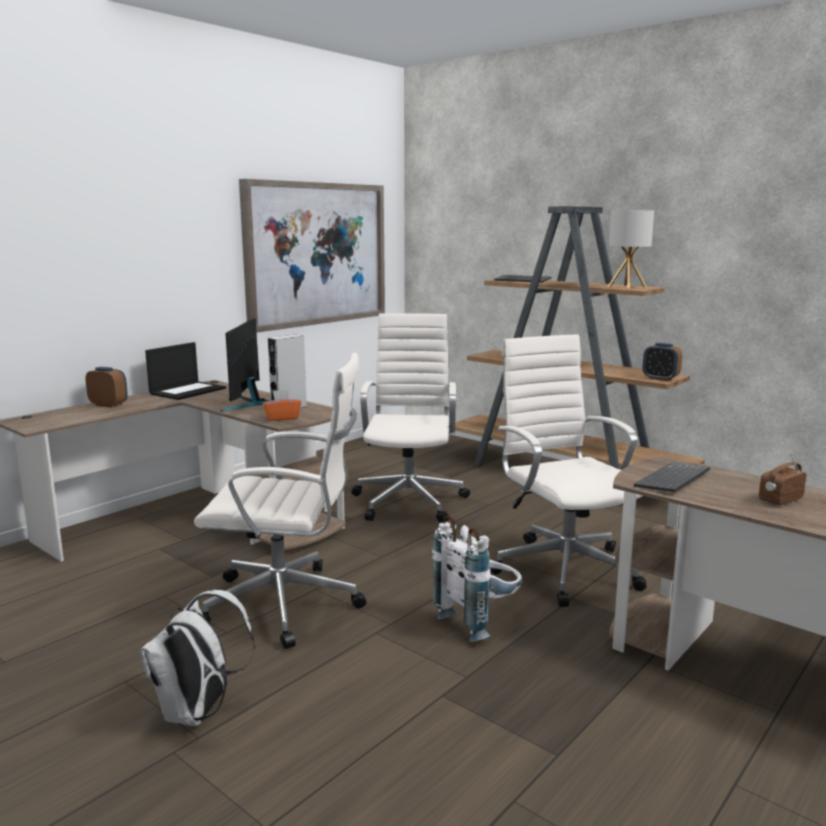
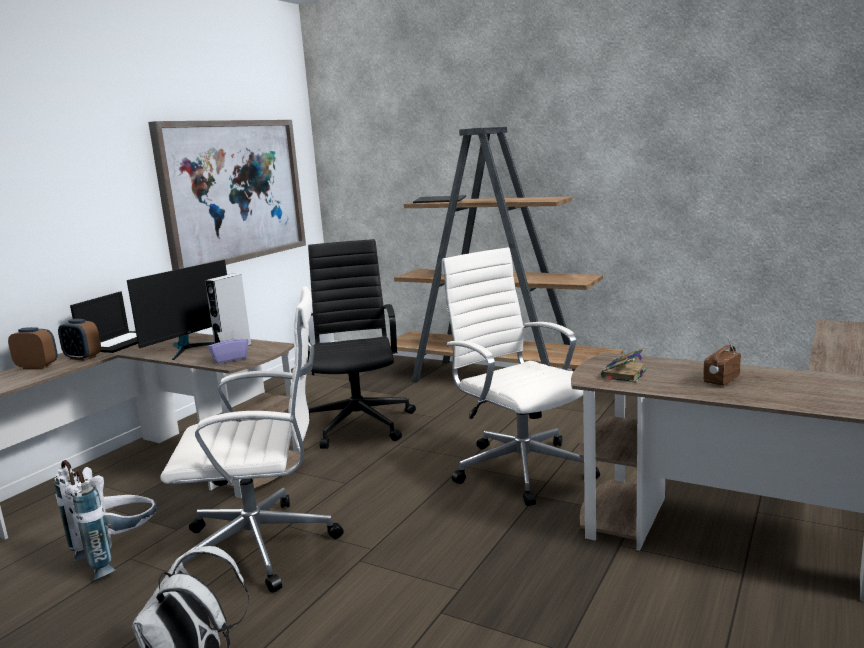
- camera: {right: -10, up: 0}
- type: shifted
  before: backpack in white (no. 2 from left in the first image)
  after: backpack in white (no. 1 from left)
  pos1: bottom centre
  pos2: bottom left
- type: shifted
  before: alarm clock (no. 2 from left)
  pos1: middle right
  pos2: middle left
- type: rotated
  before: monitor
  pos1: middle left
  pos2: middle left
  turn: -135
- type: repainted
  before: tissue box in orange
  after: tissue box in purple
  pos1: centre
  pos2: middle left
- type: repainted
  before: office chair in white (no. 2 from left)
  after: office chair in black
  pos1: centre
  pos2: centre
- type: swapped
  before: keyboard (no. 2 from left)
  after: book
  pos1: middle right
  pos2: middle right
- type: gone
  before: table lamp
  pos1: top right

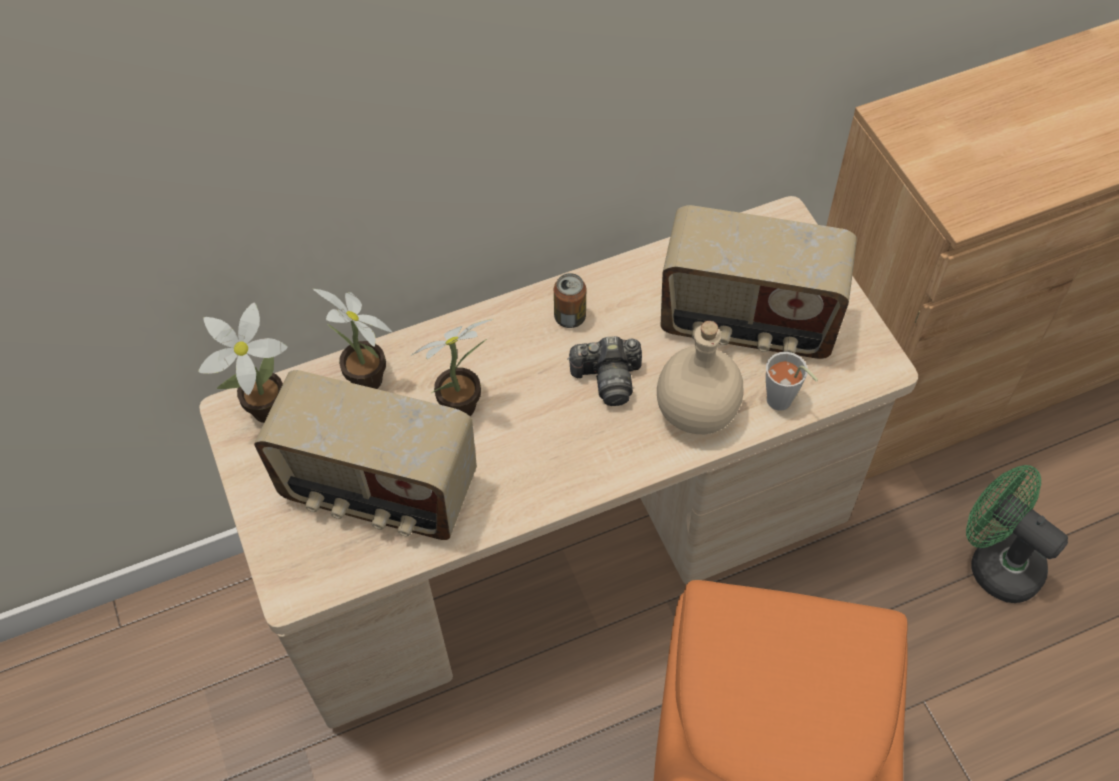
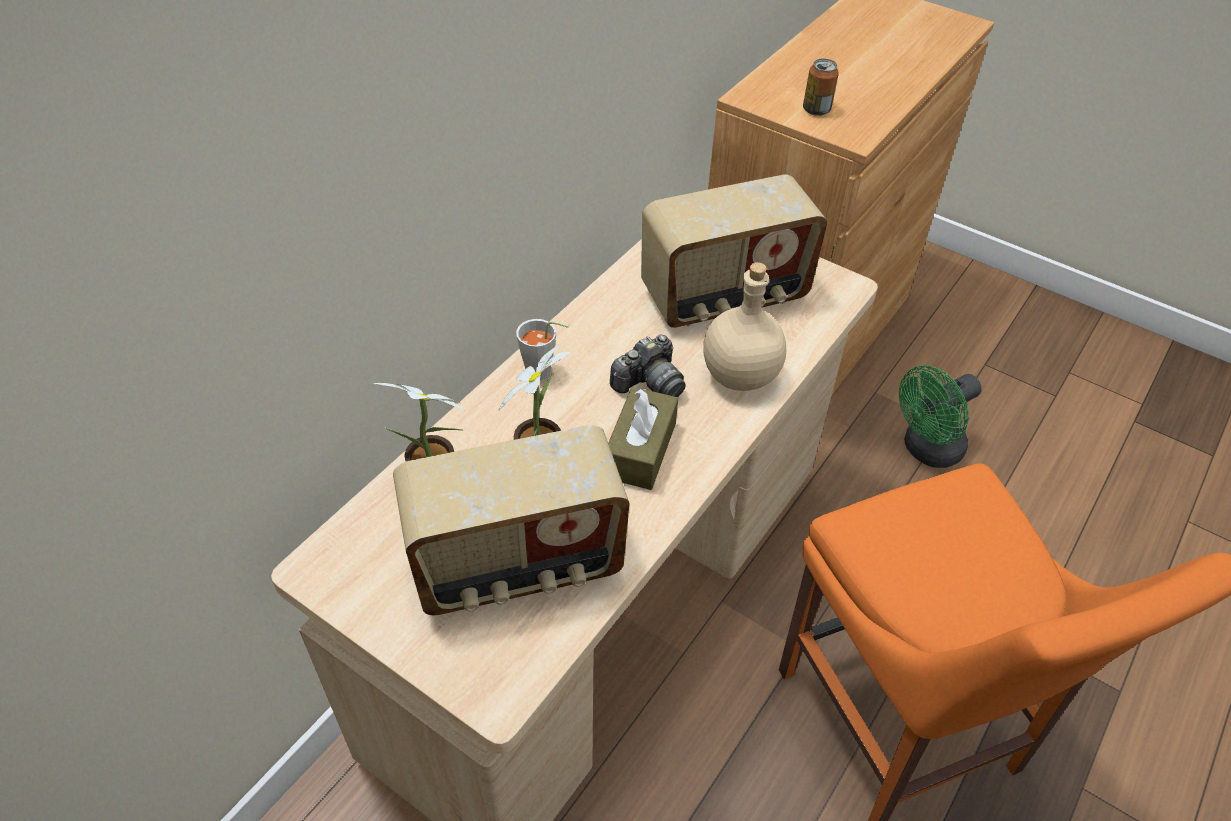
- camera: {right: -35, up: -10}
- type: shifted
  before: cup in grey
  pos1: middle right
  pos2: centre
- type: new
  after: tissue box in brown
  pos2: centre
- type: shifted
  before: can
  pos1: centre
  pos2: top right
- type: rotated
  before: fan in green
  pos1: bottom right
  pos2: middle right
  turn: -45
- type: gone
  before: potted plant (no. 1 from left)
  pos1: middle left

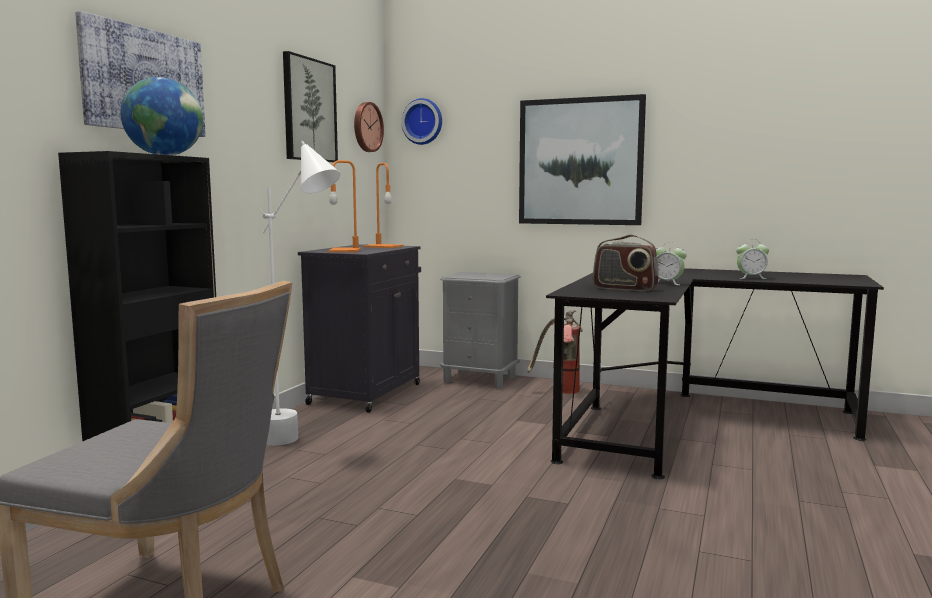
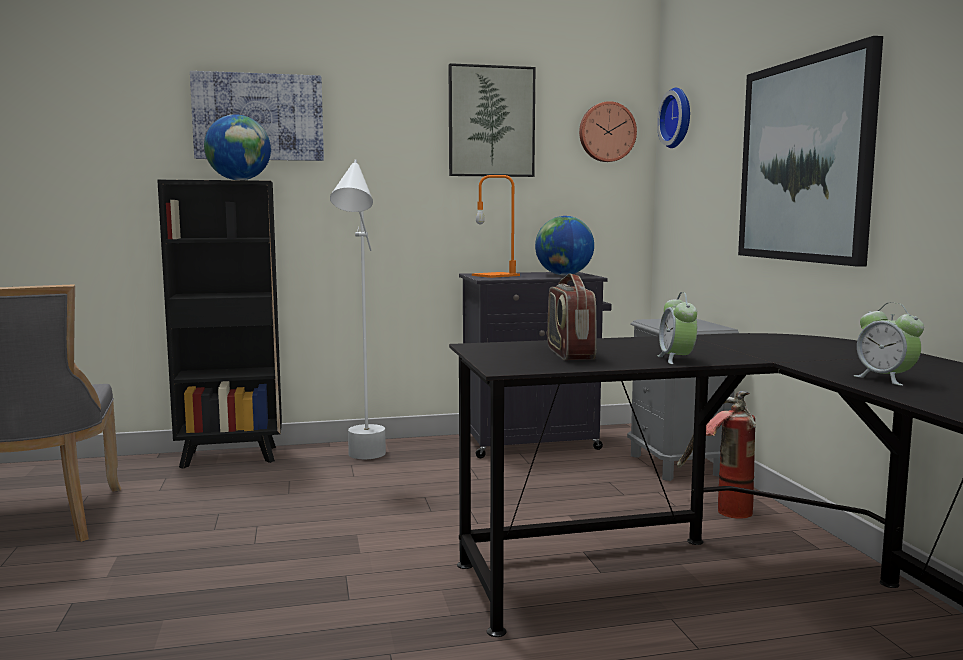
- camera: {right: 55, up: 0}
- type: swapped
  before: table lamp in orange (no. 2 from left)
  after: globe (no. 2 from left)
  pos1: centre
  pos2: centre

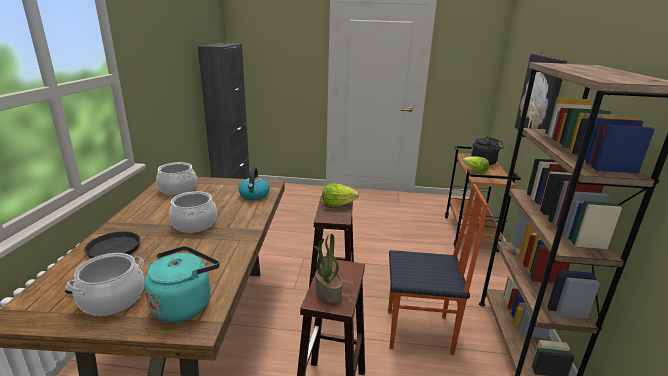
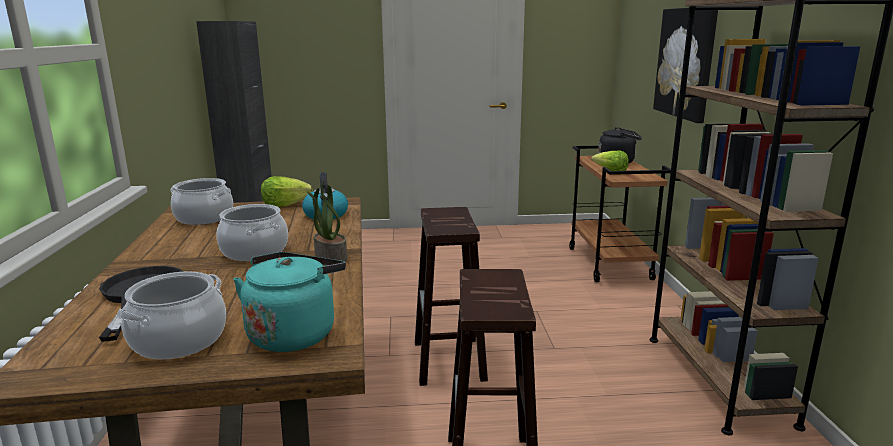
- camera: {right: -10, up: -5}
- type: shifted
  before: lettuce (no. 1 from left)
  pos1: centre
  pos2: middle left
- type: shifted
  before: potted plant
  pos1: bottom centre
  pos2: centre
- type: gone
  before: chair
  pos1: bottom centre

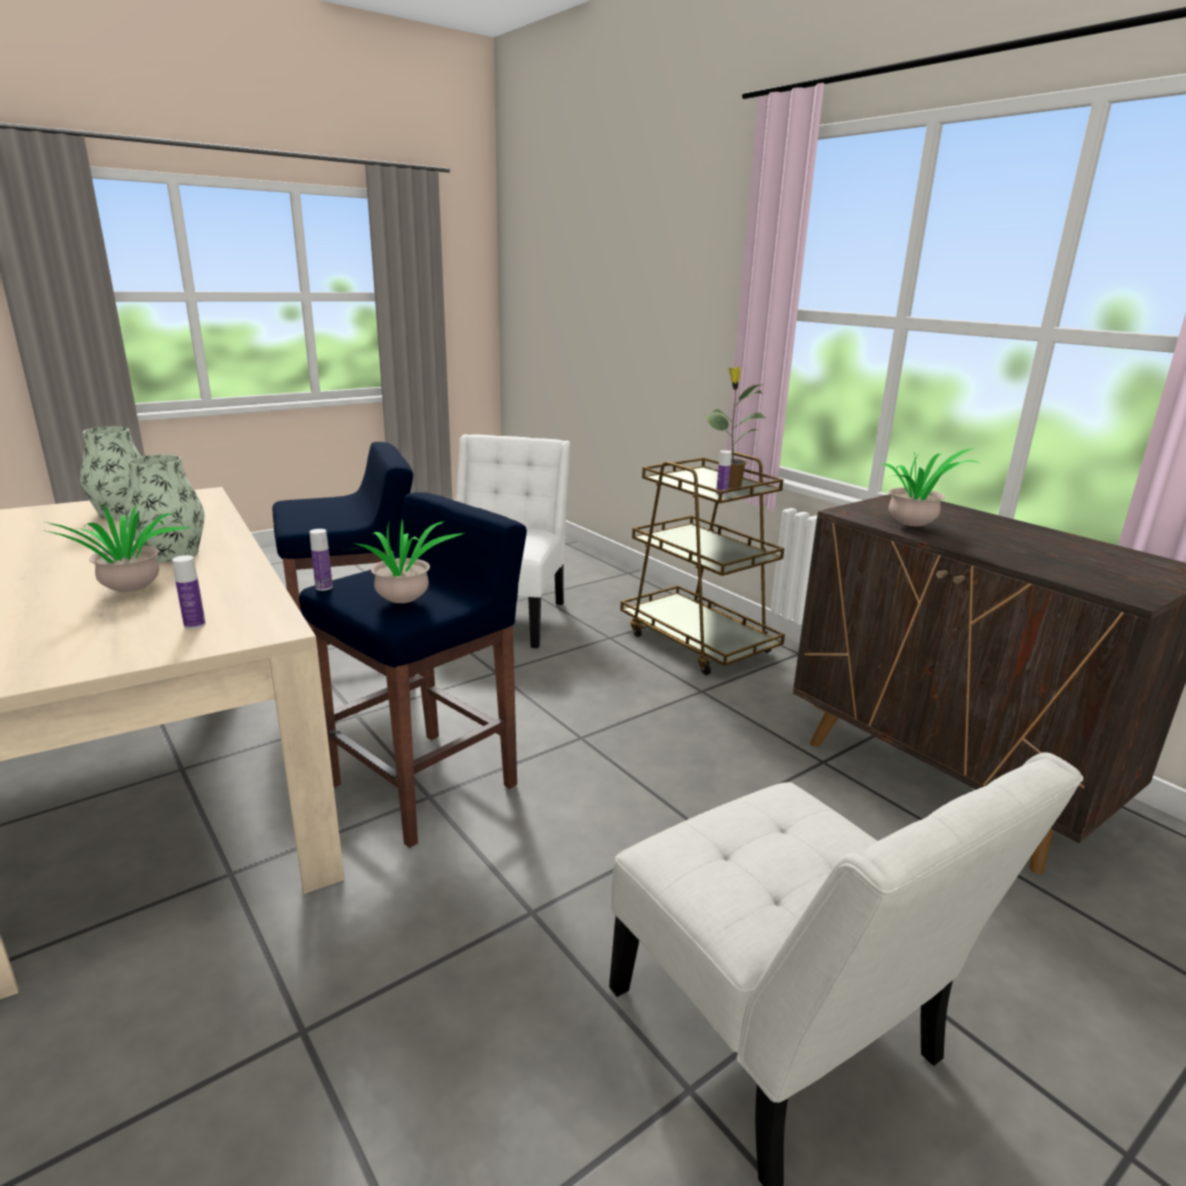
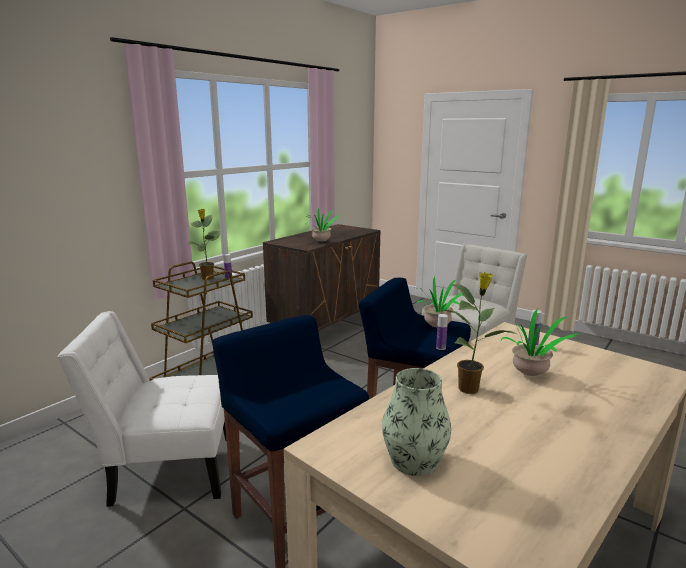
- camera: {right: -105, up: -5}
- type: swapped
  before: vase (no. 2 from left)
  after: potted plant (no. 4 from left)
  pos1: middle left
  pos2: middle right

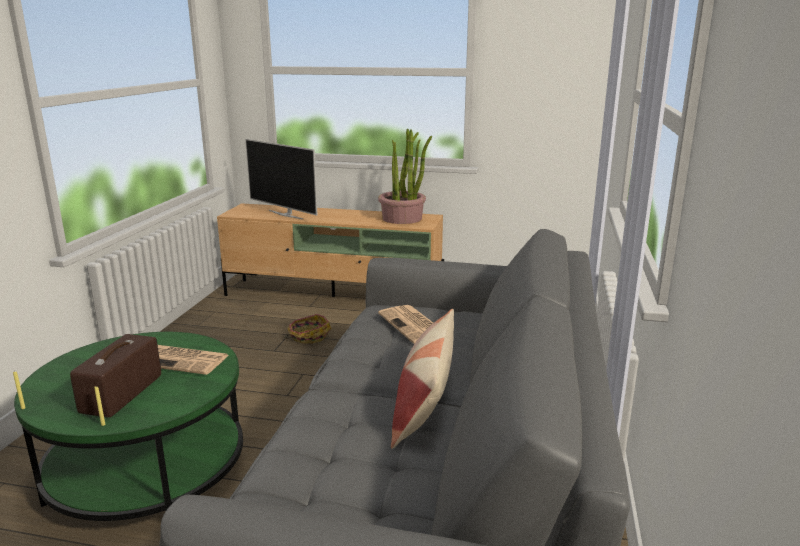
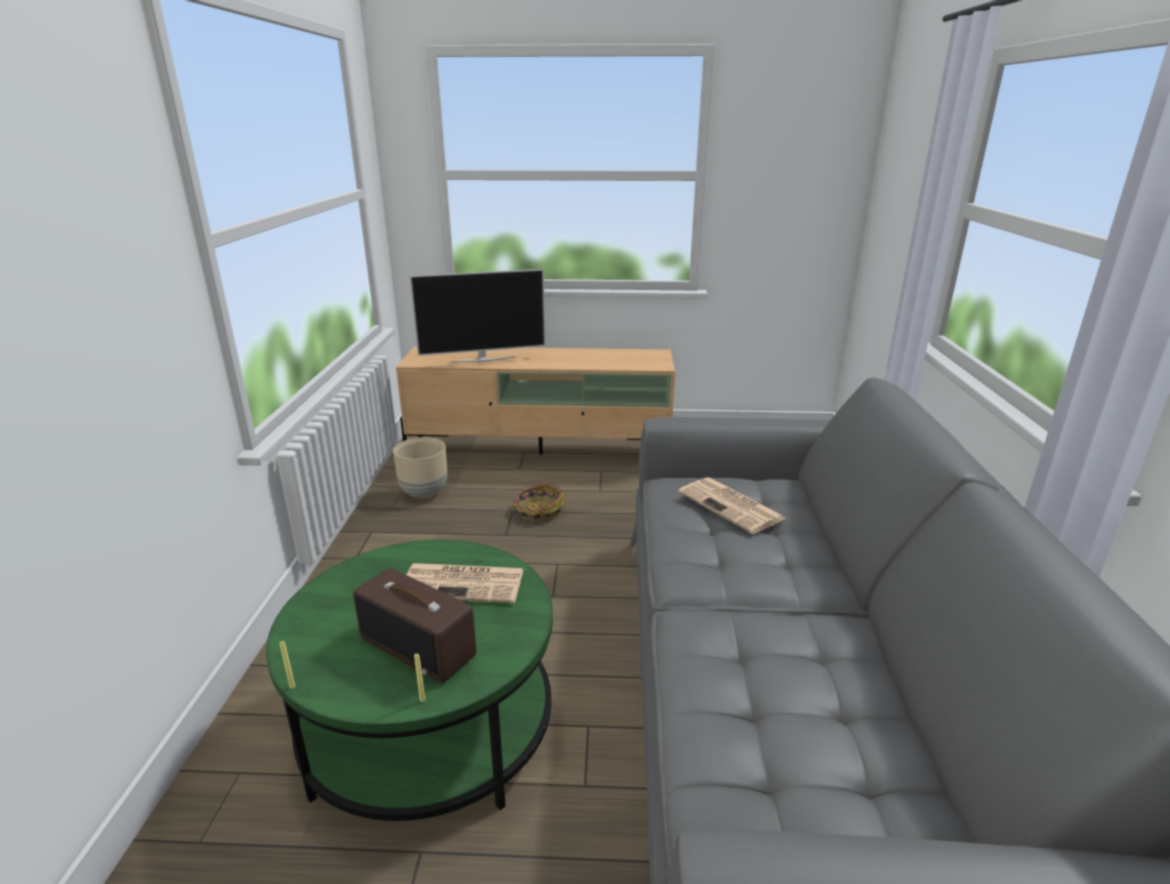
- camera: {right: -10, up: 5}
- type: rotated
  before: radio
  pos1: bottom left
  pos2: bottom centre
  turn: -60
- type: new
  after: planter in beige
  pos2: centre
- type: rotated
  before: television
  pos1: top centre
  pos2: centre
  turn: -45
- type: gone
  before: potted plant
  pos1: top centre
- type: gone
  before: pillow
  pos1: bottom centre

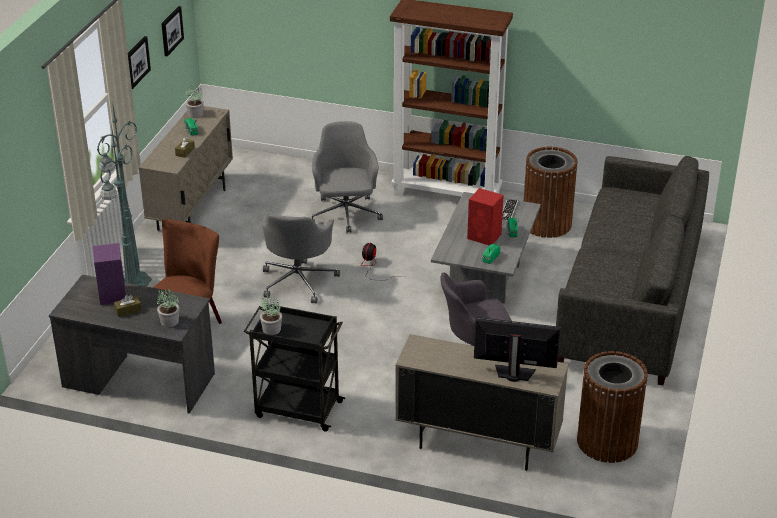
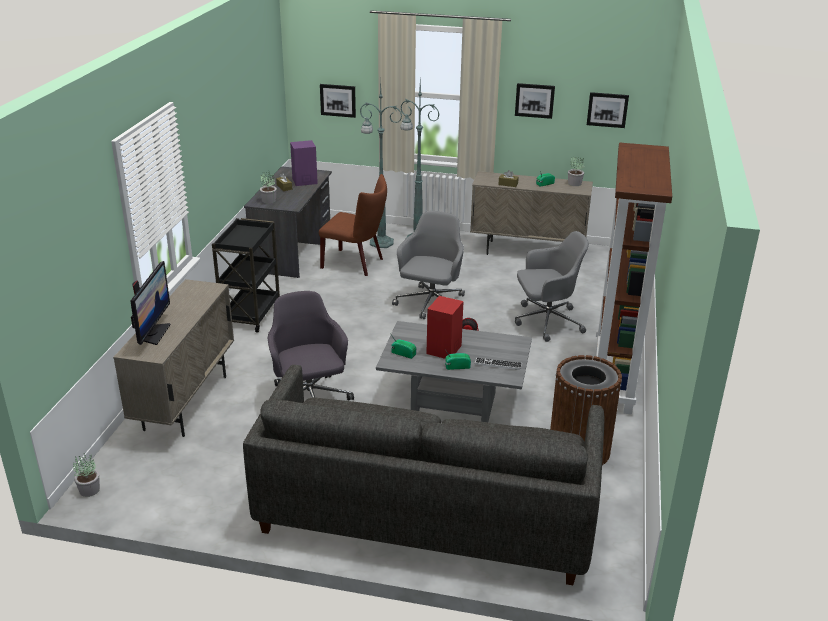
- camera: {right: 85, up: -5}
- type: shifted
  before: potted plant (no. 3 from left in the first image)
  after: potted plant (no. 1 from left)
  pos1: centre
  pos2: bottom left
- type: new
  after: picture (no. 1 from left)
  pos2: top centre
- type: rotated
  before: office chair in grey (no. 1 from left in the first image)
  pos1: centre
  pos2: centre
  turn: 105
- type: gone
  before: trash can in brown (no. 2 from left)
  pos1: bottom right

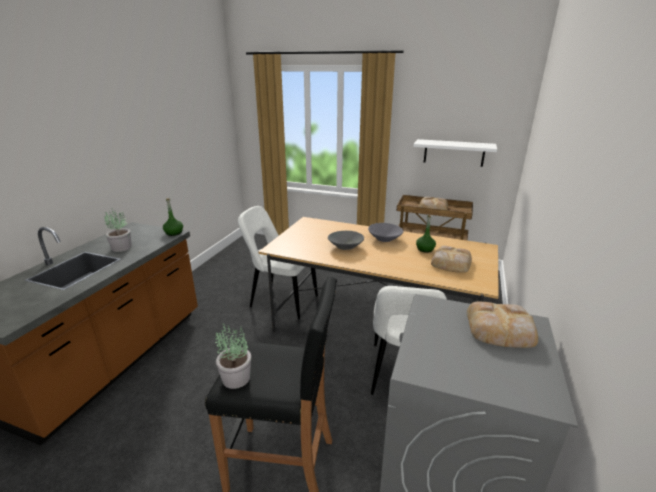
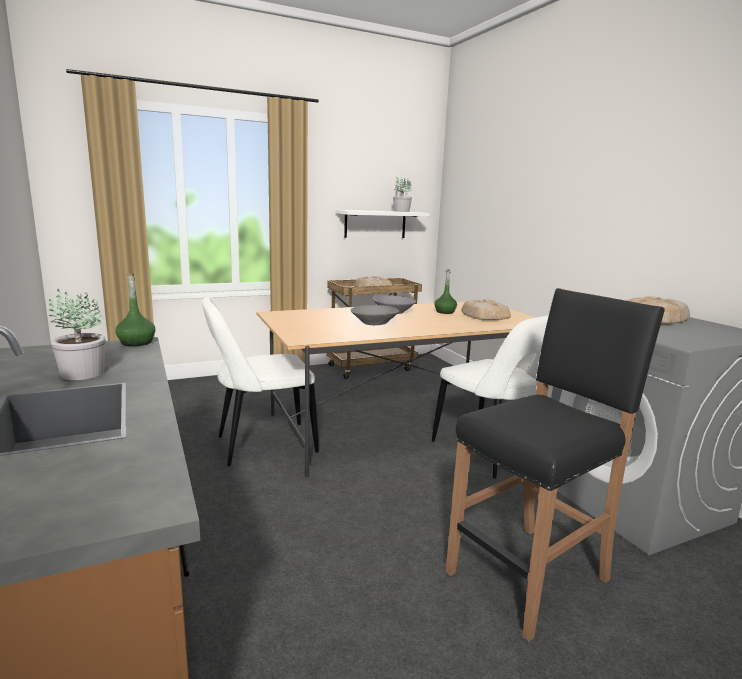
- camera: {right: -45, up: -10}
- type: shifted
  before: potted plant (no. 2 from left)
  pos1: bottom centre
  pos2: top centre

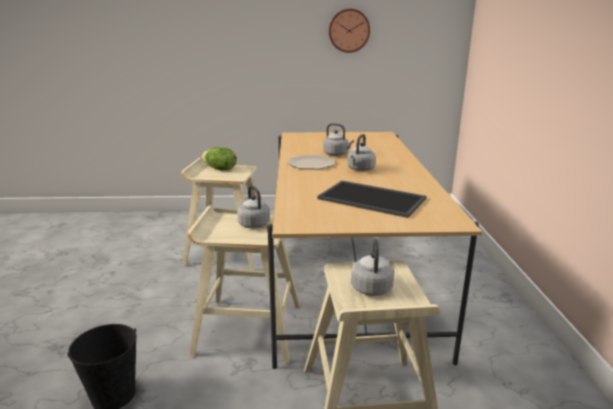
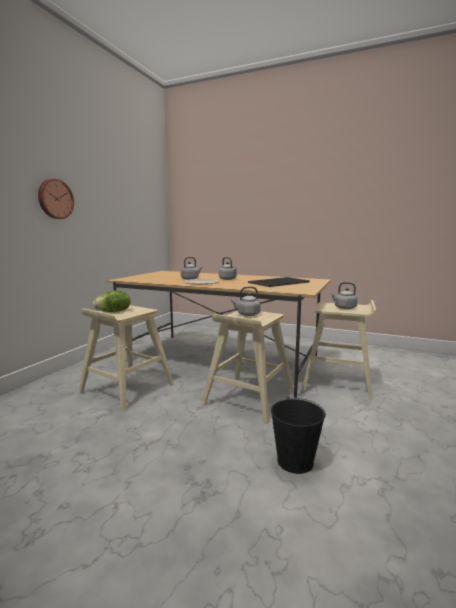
- camera: {right: -65, up: -10}
- type: shifted
  before: wall clock
  pos1: top centre
  pos2: top left

